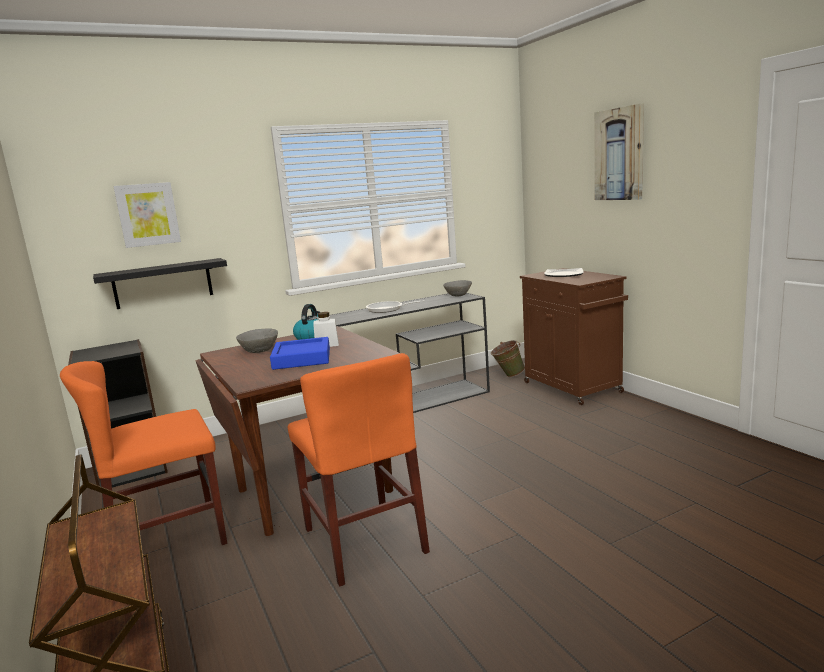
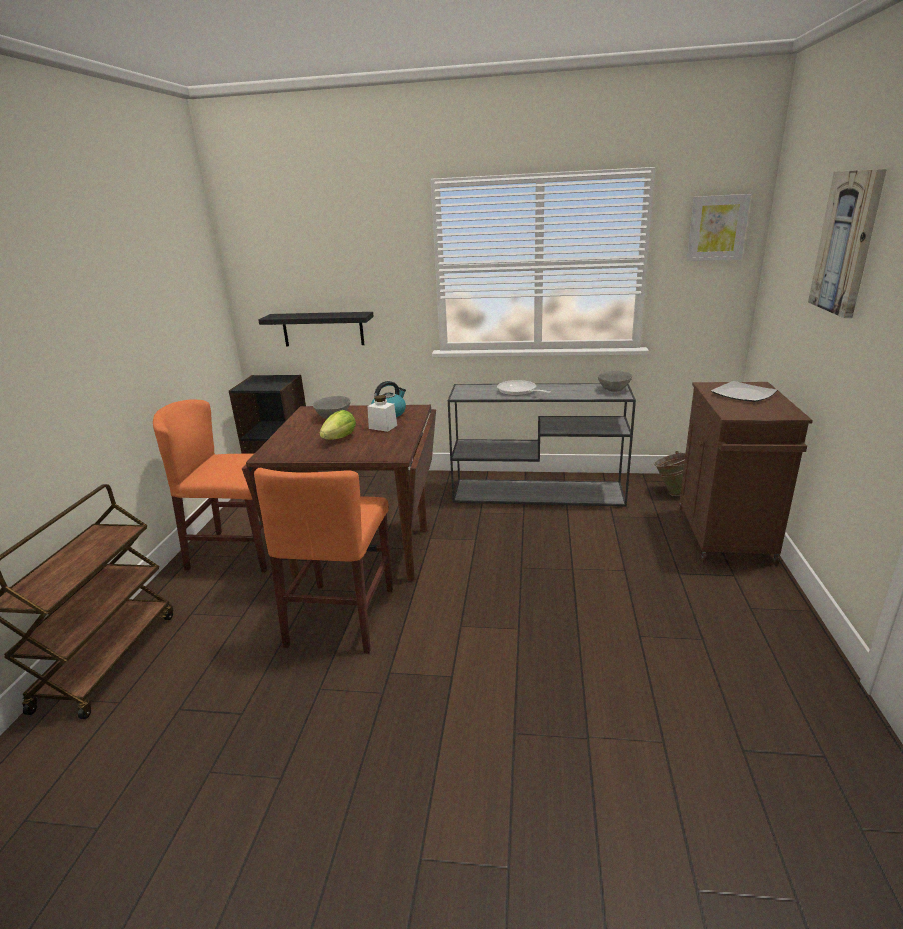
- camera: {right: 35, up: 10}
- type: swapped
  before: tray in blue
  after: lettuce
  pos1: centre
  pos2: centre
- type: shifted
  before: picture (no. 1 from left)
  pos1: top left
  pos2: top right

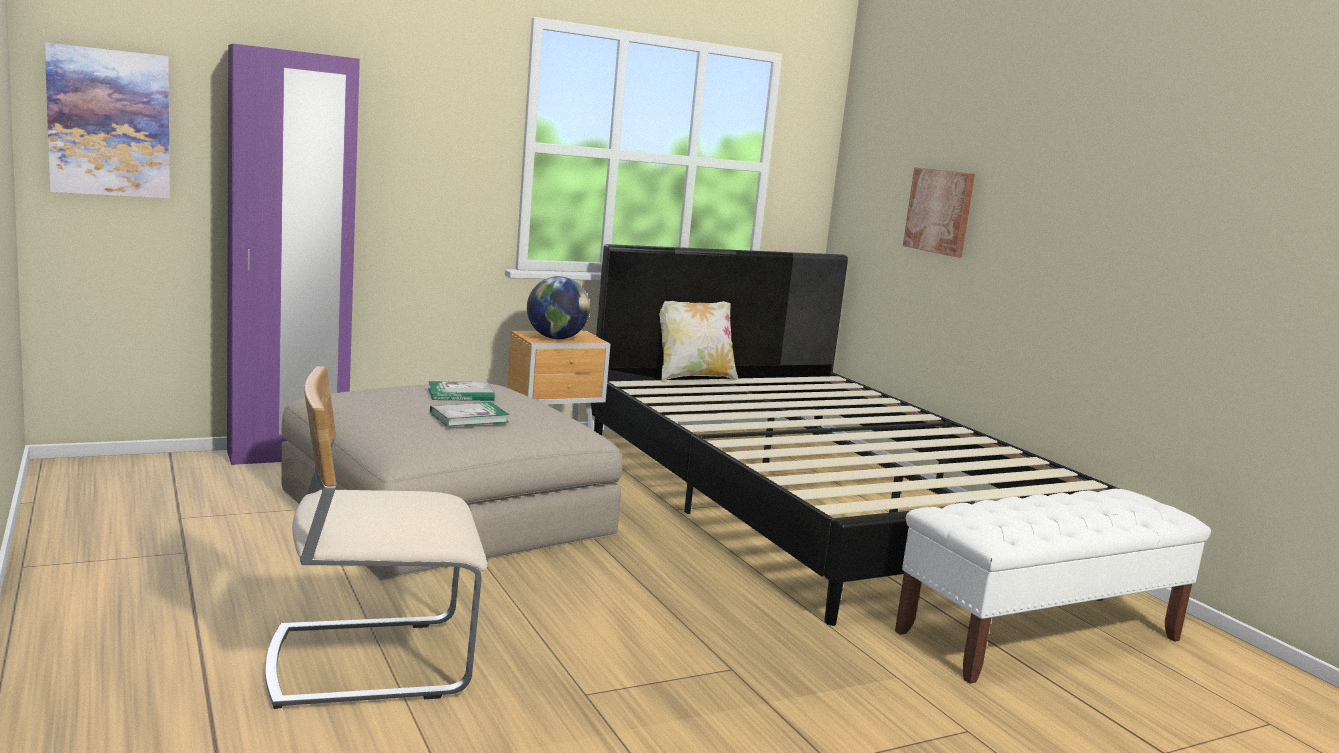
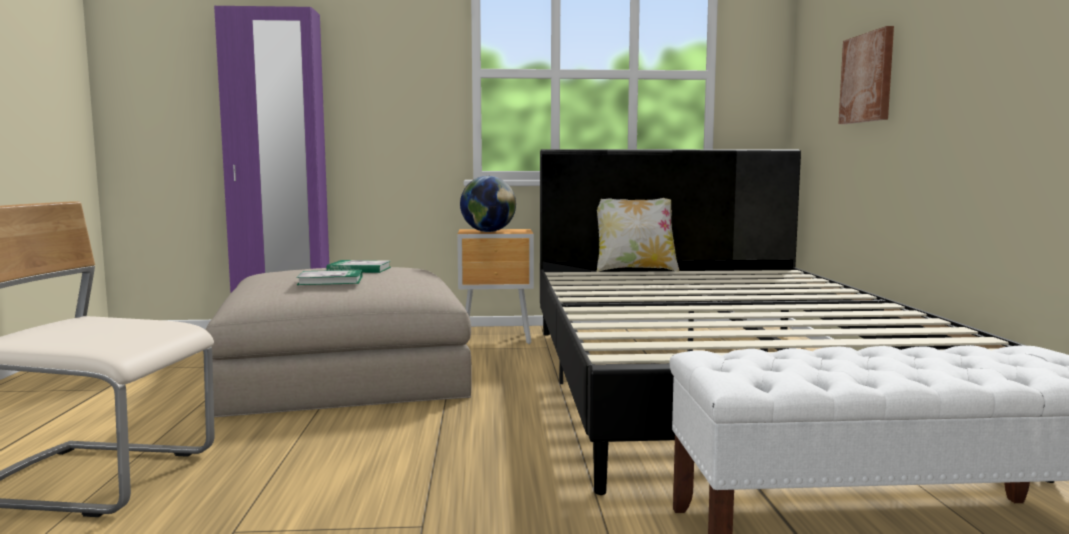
- camera: {right: 25, up: -5}
- type: gone
  before: picture (no. 1 from left)
  pos1: top left

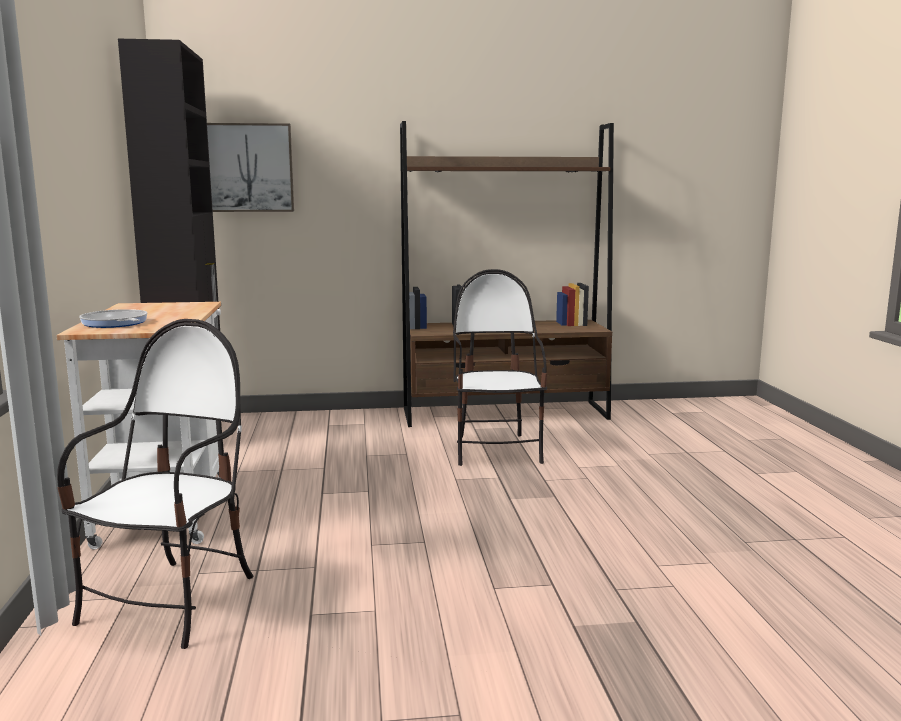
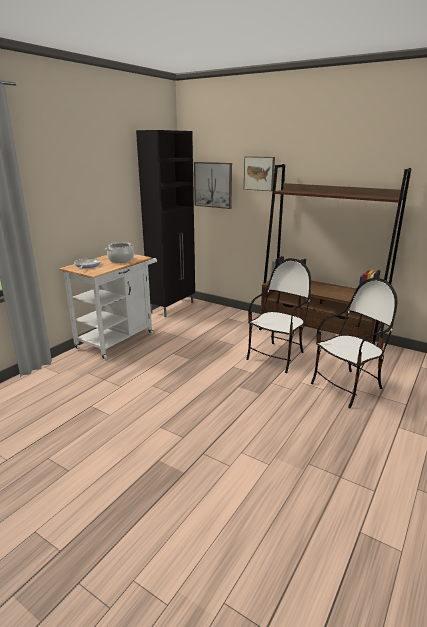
- camera: {right: 40, up: 10}
- type: new
  after: cooking pot
  pos2: middle left
- type: new
  after: picture (no. 2 from left)
  pos2: top centre
- type: shifted
  before: chair (no. 1 from left in the first image)
  after: chair (no. 2 from left)
  pos1: bottom left
  pos2: middle right

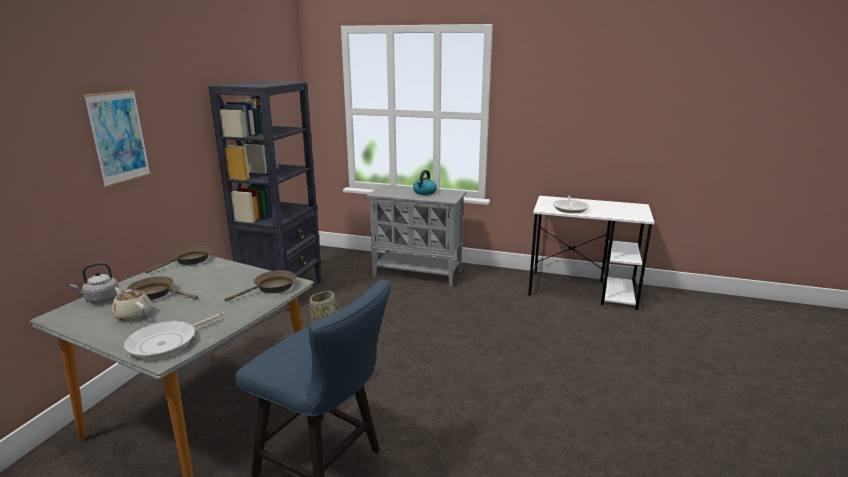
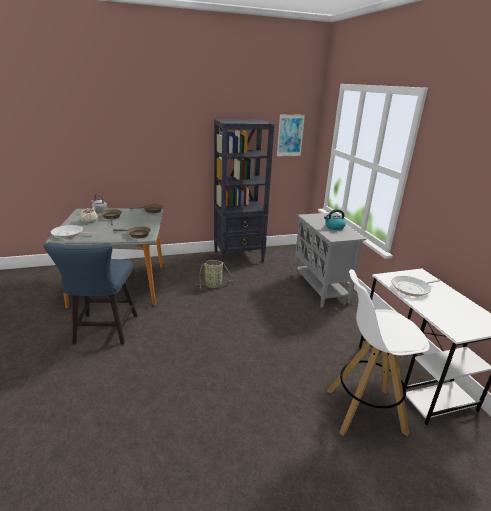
- camera: {right: 55, up: 5}
- type: shifted
  before: picture
  pos1: top left
  pos2: top centre
- type: new
  after: stool in white
  pos2: bottom right

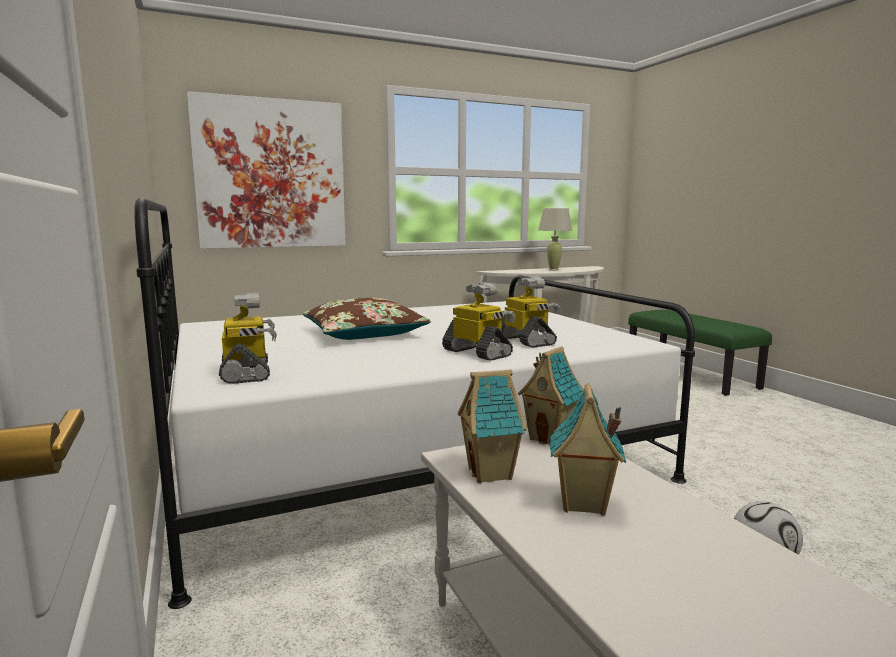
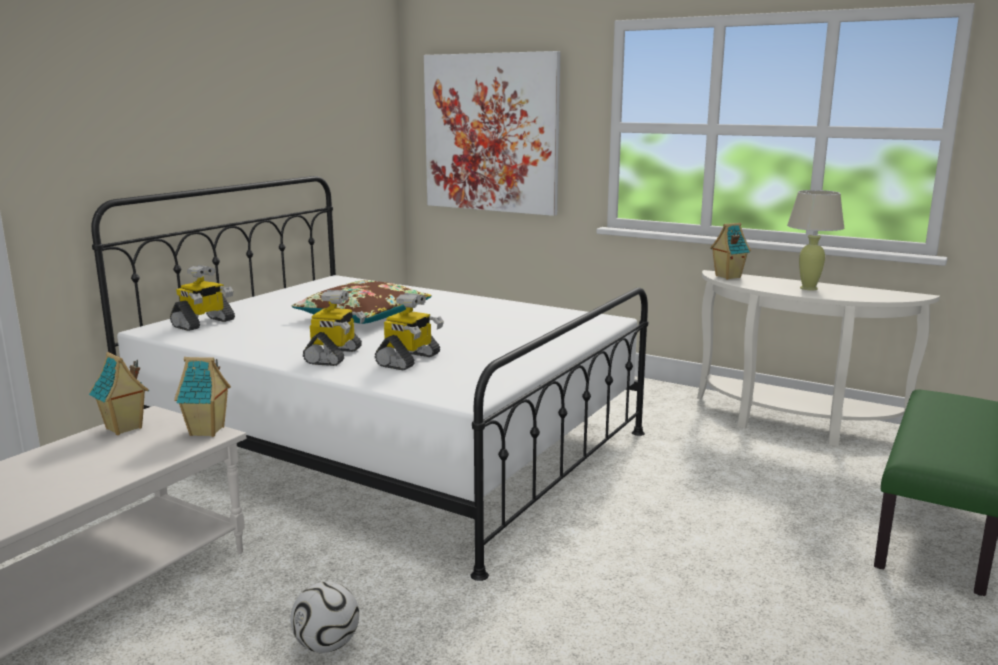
- camera: {right: 55, up: 5}
- type: shifted
  before: toy house (no. 3 from left)
  pos1: bottom centre
  pos2: middle right

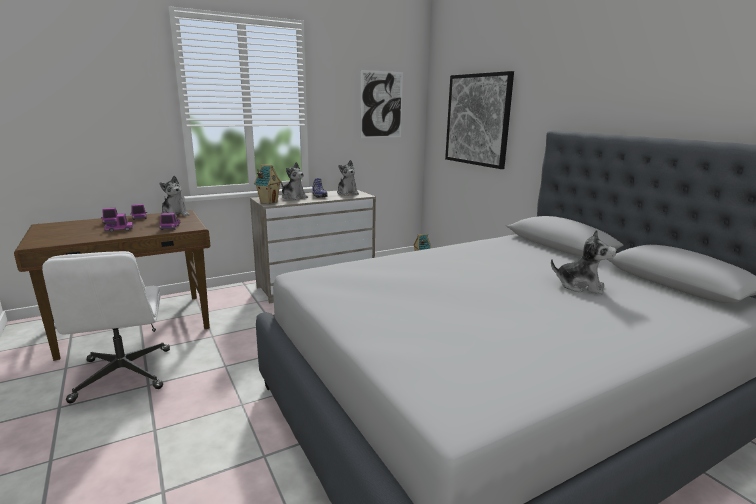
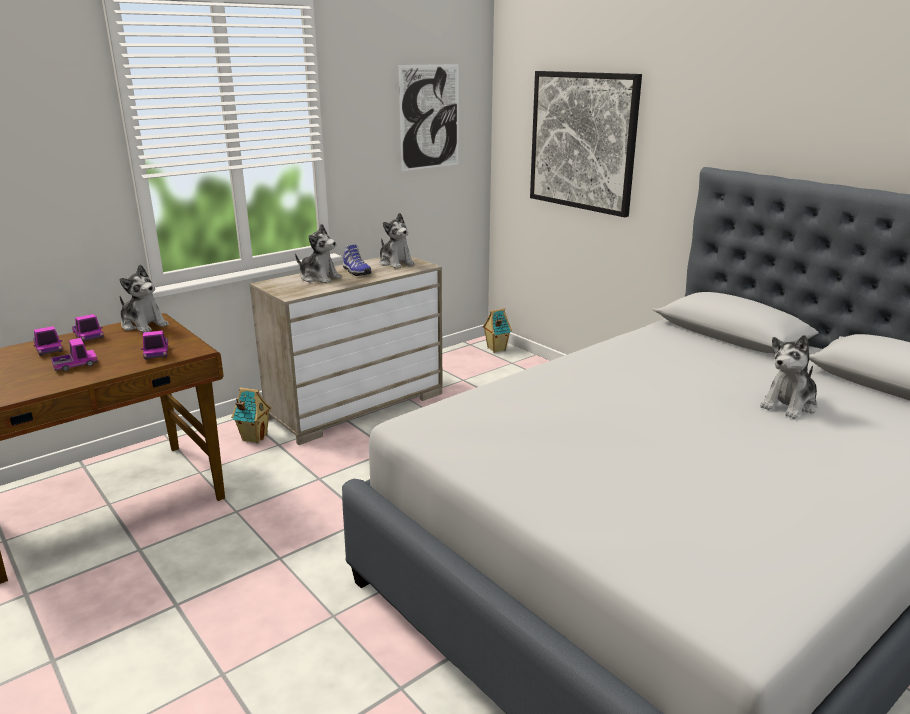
- camera: {right: -10, up: 5}
- type: shifted
  before: toy house (no. 1 from left)
  pos1: centre
  pos2: middle left
- type: rotated
  before: plush toy (no. 4 from left)
  pos1: middle right
  pos2: middle right
  turn: 120
- type: gone
  before: office chair in white
  pos1: middle left

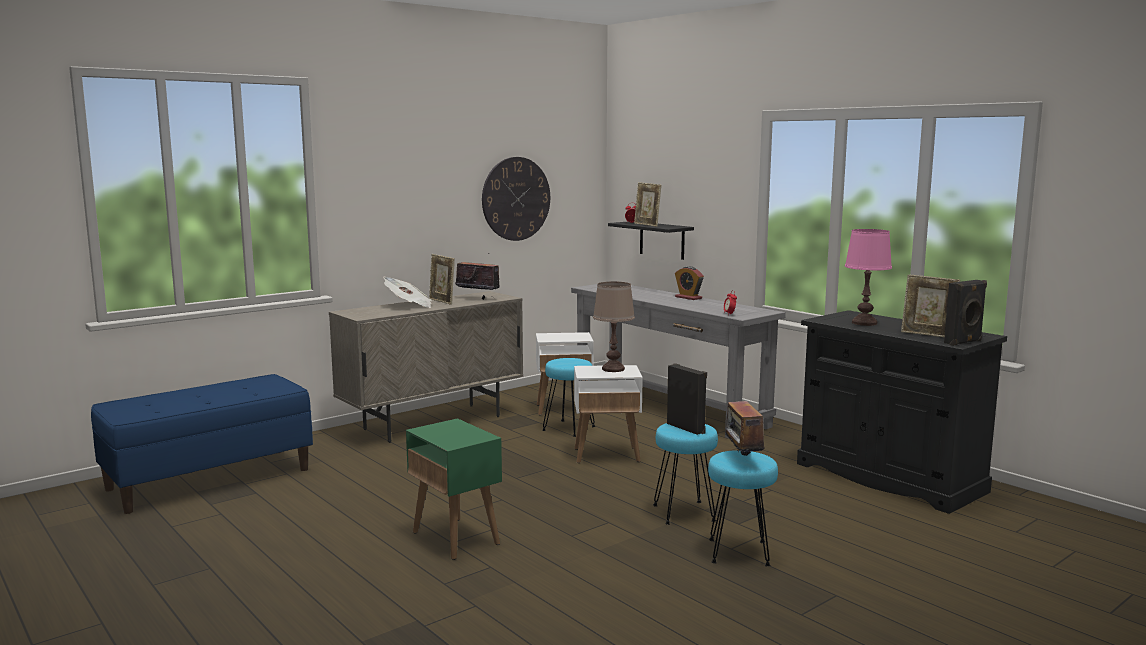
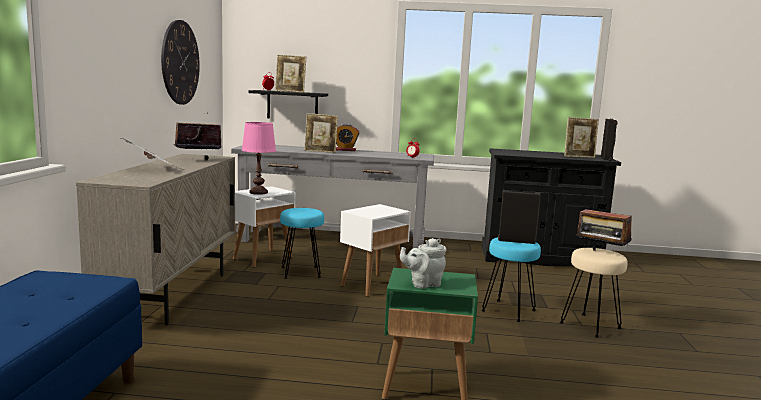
- camera: {right: -45, up: 0}
- type: shifted
  before: table lamp in pink
  pos1: middle right
  pos2: centre
- type: shifted
  before: picture frame (no. 1 from left in the first image)
  after: picture frame (no. 2 from left)
  pos1: centre
  pos2: top centre
- type: new
  after: teapot in grey
  pos2: centre
- type: repainted
  before: stool in turquoise (no. 3 from left)
  after: stool in beige
  pos1: bottom centre
  pos2: bottom right
- type: gone
  before: table lamp in brown
  pos1: centre

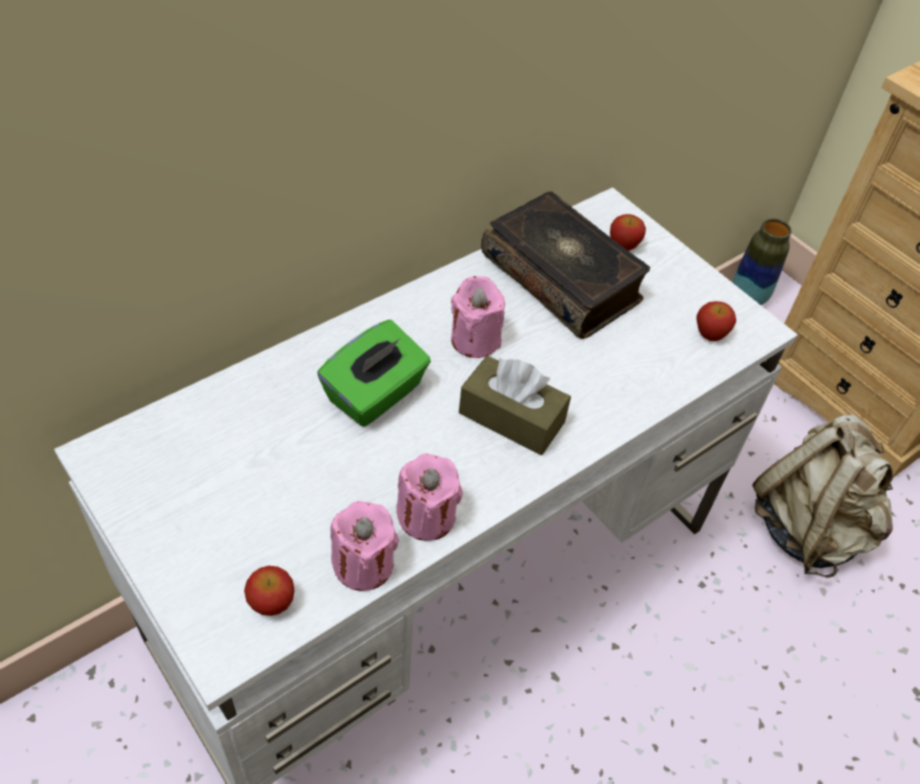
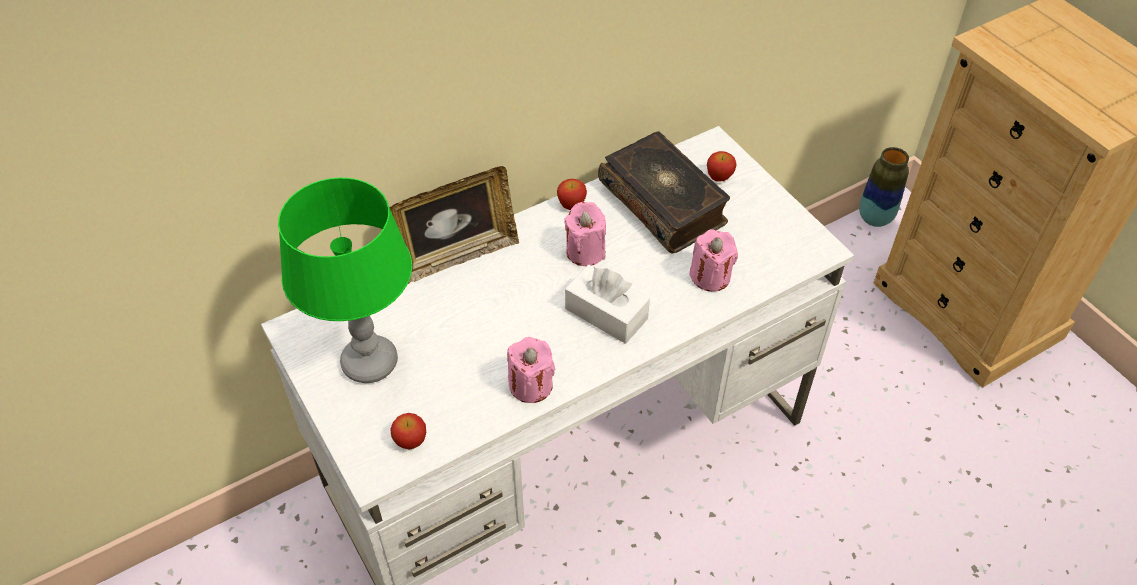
- camera: {right: 10, up: 0}
- type: new
  after: table lamp in green
  pos2: middle left
- type: new
  after: picture frame
  pos2: centre
- type: shifted
  before: apple (no. 3 from left in the first image)
  after: apple (no. 2 from left)
  pos1: middle right
  pos2: top centre
- type: repainted
  before: tissue box in brown
  after: tissue box in white
  pos1: centre
  pos2: centre
- type: shifted
  before: candle in pink (no. 1 from left in the first image)
  after: candle in pink (no. 3 from left)
  pos1: bottom centre
  pos2: centre
- type: gone
  before: tissue box in green
  pos1: centre
- type: gone
  before: backpack in beige
  pos1: middle right

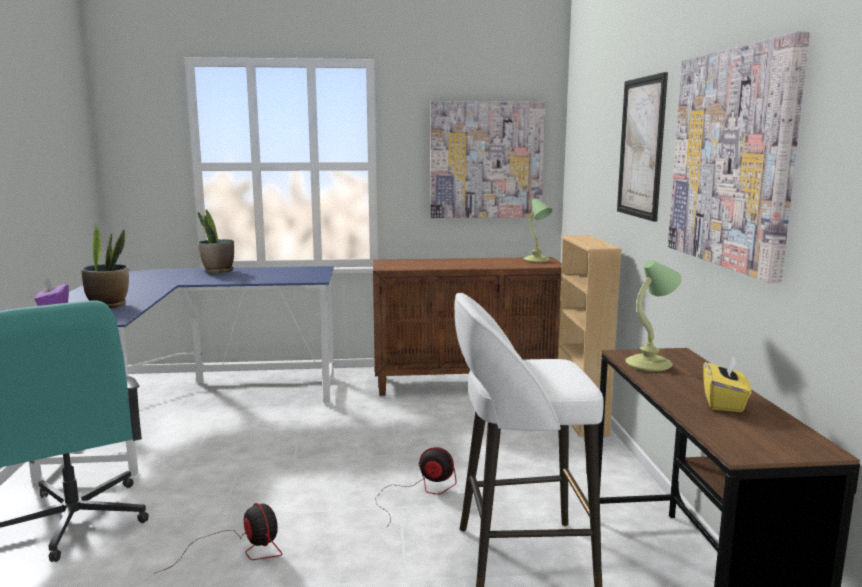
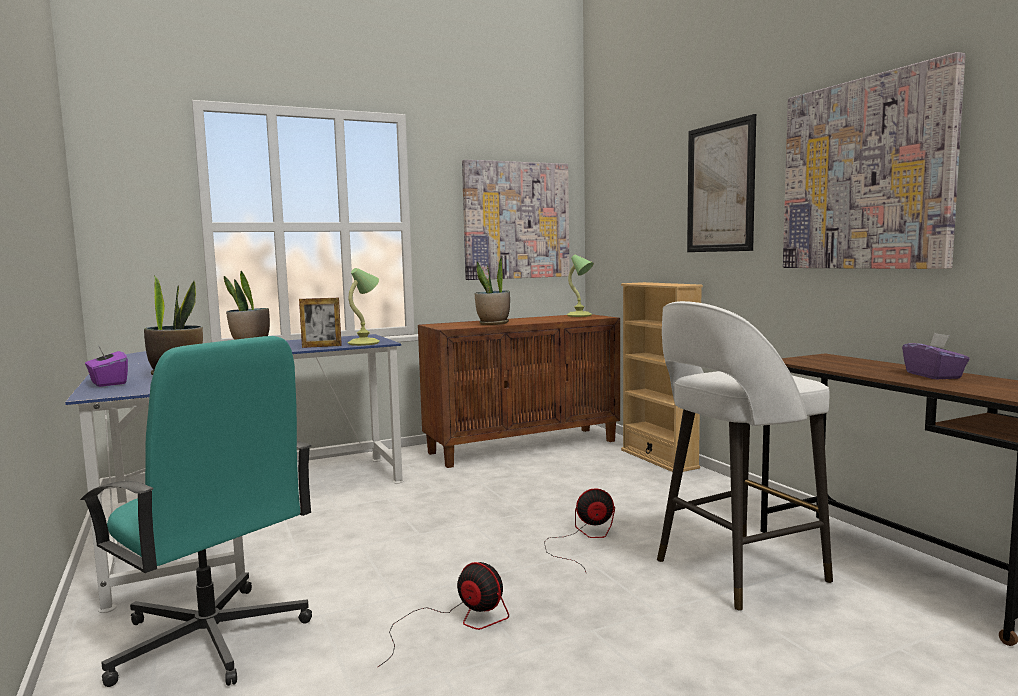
- camera: {right: -20, up: -5}
- type: new
  after: picture frame
  pos2: middle left
- type: shifted
  before: table lamp (no. 2 from left in the first image)
  after: table lamp (no. 1 from left)
  pos1: middle right
  pos2: centre
- type: new
  after: potted plant (no. 3 from left)
  pos2: centre
- type: repainted
  before: tissue box in yellow
  after: tissue box in purple (no. 2 from left)
  pos1: middle right
  pos2: middle right

